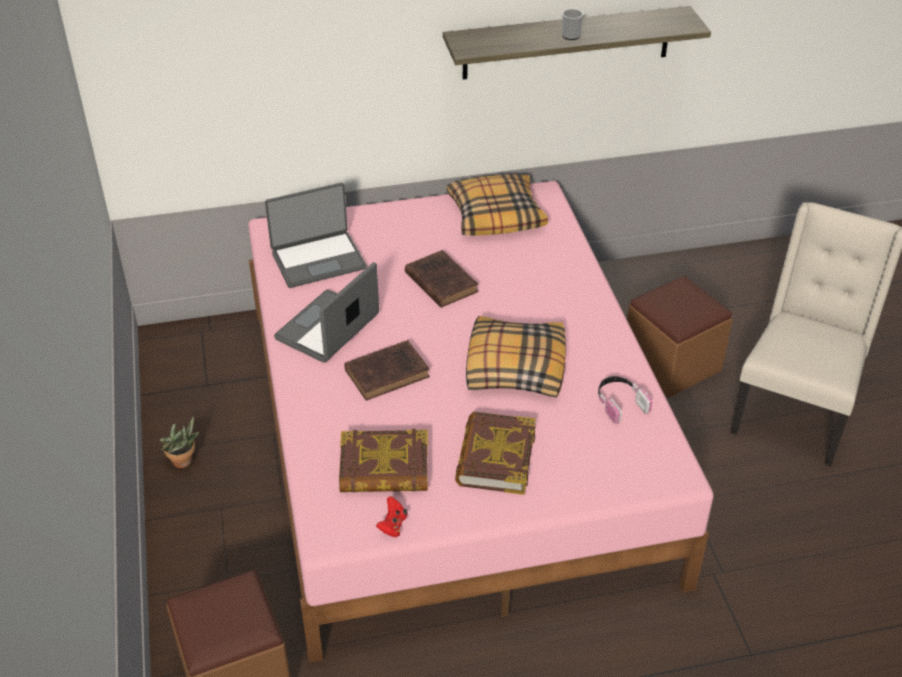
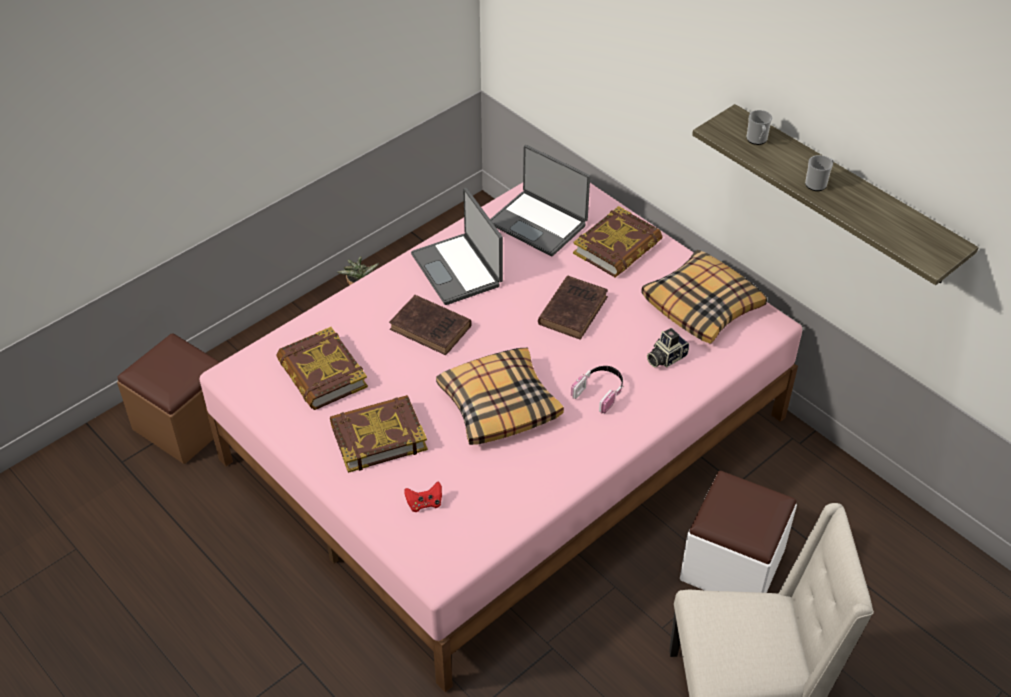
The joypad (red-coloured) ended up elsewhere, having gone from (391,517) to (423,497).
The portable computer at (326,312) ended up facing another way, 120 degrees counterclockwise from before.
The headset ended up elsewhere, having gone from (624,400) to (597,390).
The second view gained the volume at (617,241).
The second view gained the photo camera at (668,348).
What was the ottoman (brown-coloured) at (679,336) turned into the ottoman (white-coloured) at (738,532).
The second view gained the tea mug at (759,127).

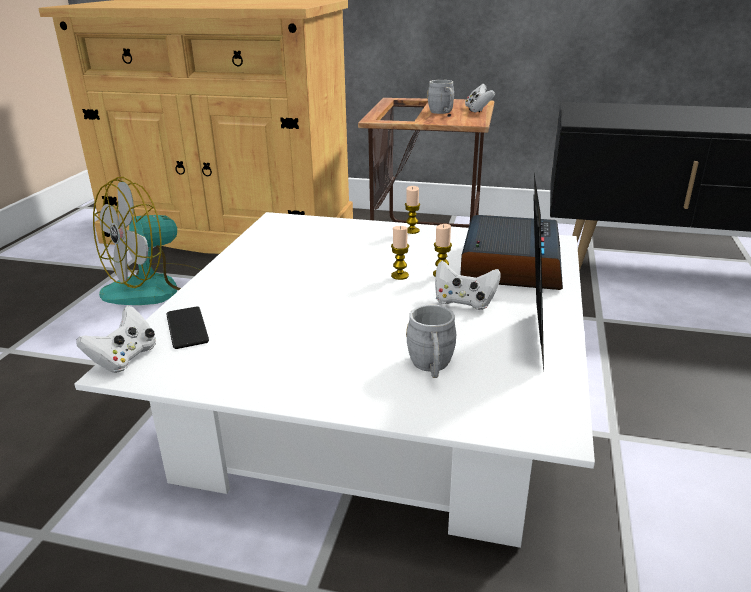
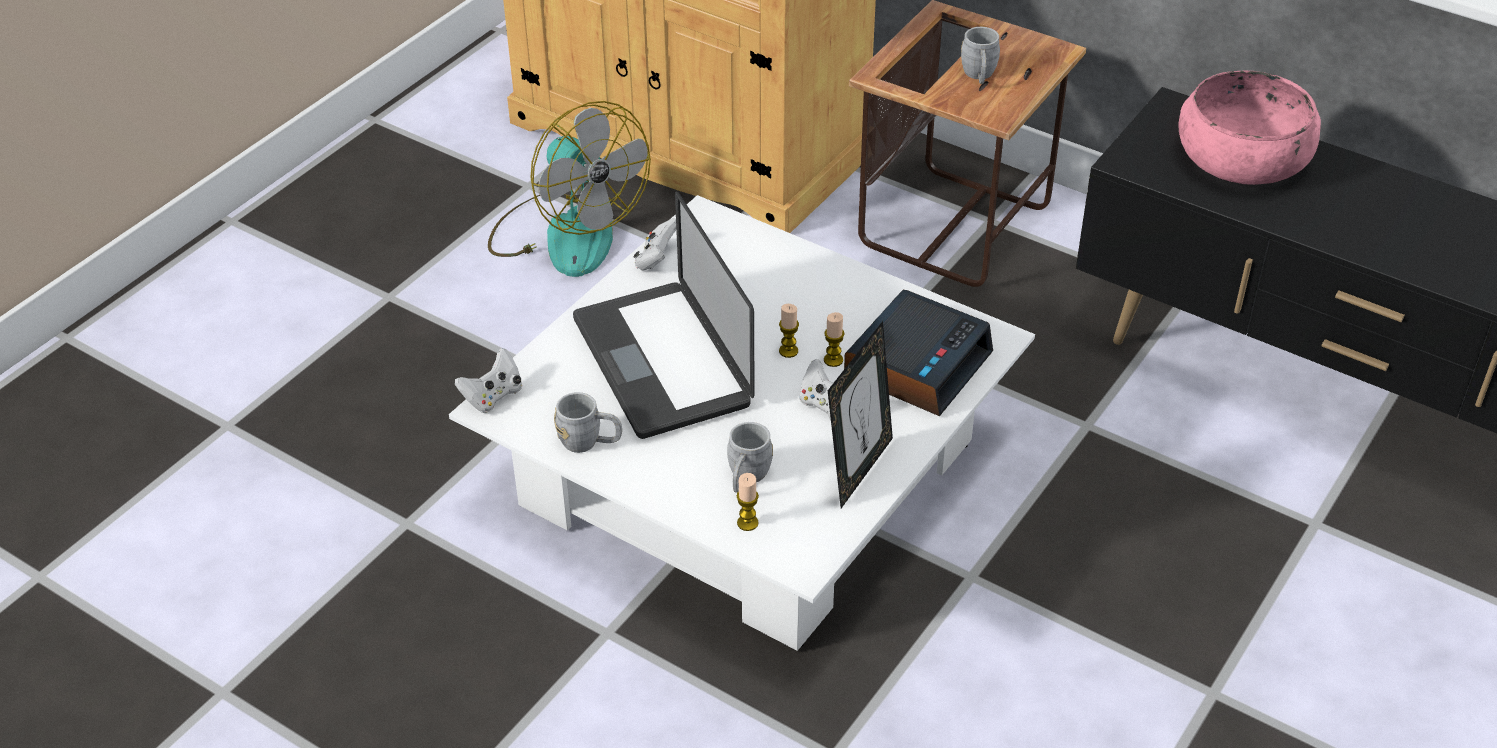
The electric fan at (147,241) ended up facing another way, 105 degrees counterclockwise from before.
The second view gained the tea mug (greyish) at (588,422).
The second view gained the portable computer at (664,315).
The joypad (white-coloured) ended up elsewhere, having gone from (480,98) to (655,244).
The wax light ended up elsewhere, having gone from (412,210) to (748,502).
The second view gained the bowl (pink) at (1250,128).
The second view lost the phone at (188,327).

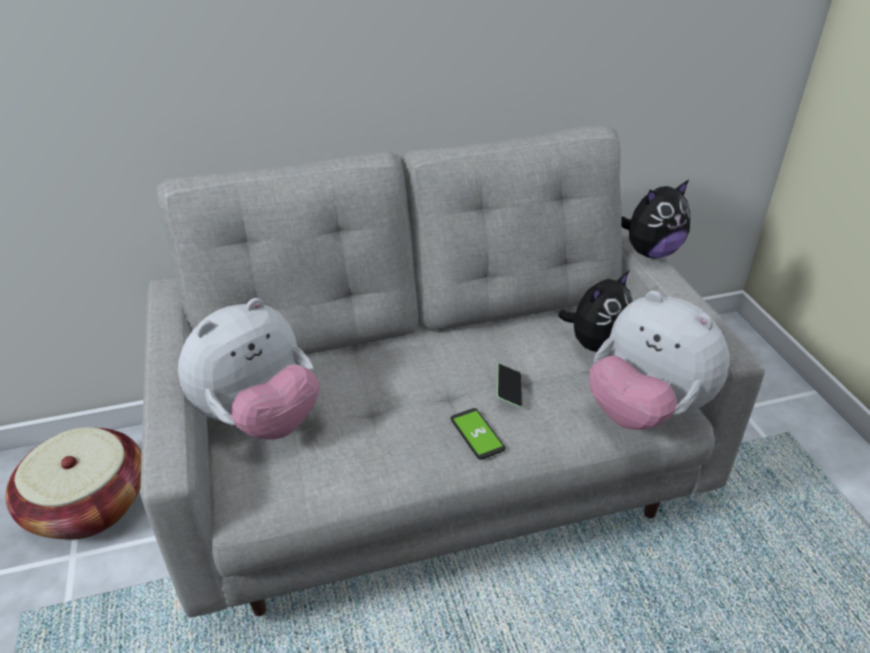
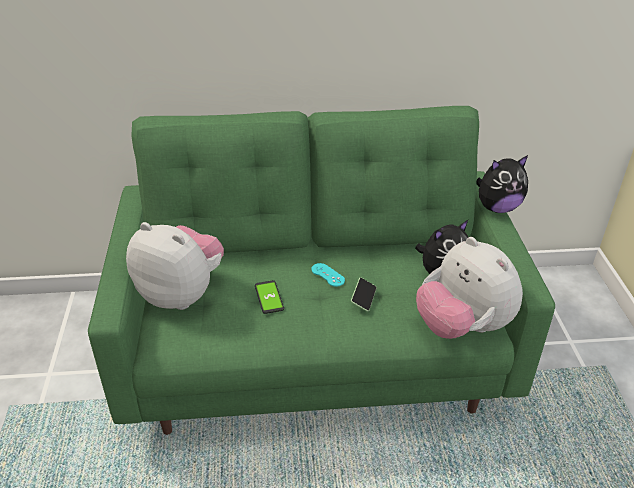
What was the couch (greyish) at (452,371) turned into the couch (green) at (321,270).
The plush toy at (248,369) ended up facing another way, 120 degrees counterclockwise from before.
The phone ended up elsewhere, having gone from (478,434) to (269,297).
The second view gained the joypad (turquoise) at (328,275).
The second view lost the storage basket at (73,483).

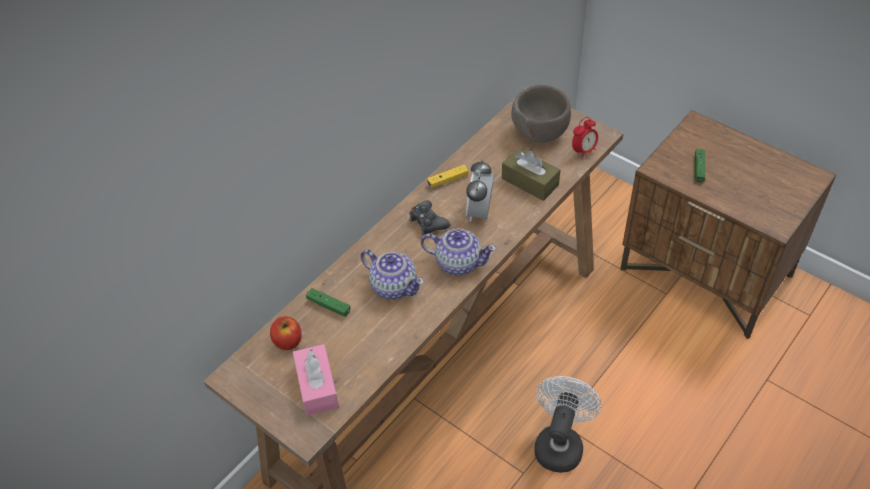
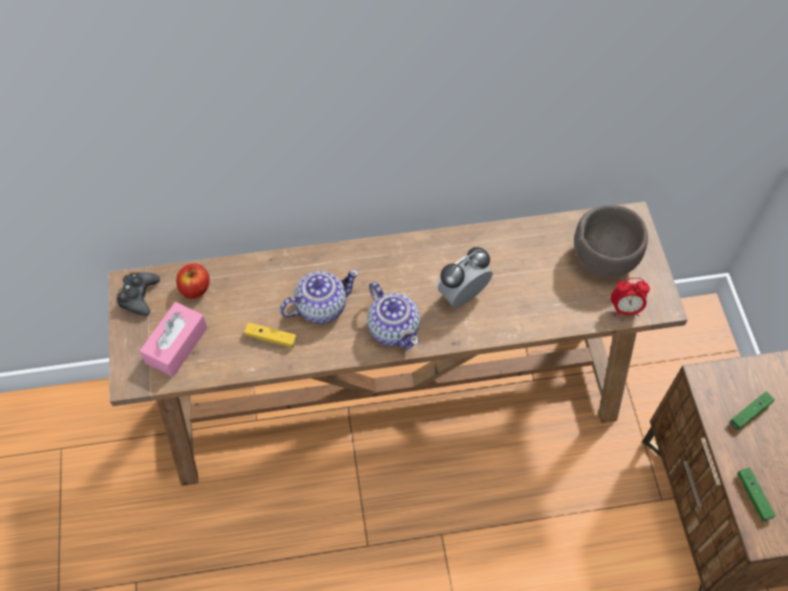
The joypad (black) ended up elsewhere, having gone from (430,217) to (138,294).
The joypad (yellow) ended up elsewhere, having gone from (448,176) to (270,335).
The tea pot at (392,274) ended up facing another way, 105 degrees counterclockwise from before.
The joypad (green) ended up elsewhere, having gone from (328,302) to (756,494).
The second view lost the tissue box (brown-coloured) at (531,174).
The second view lost the electric fan (white-coloured) at (567,424).

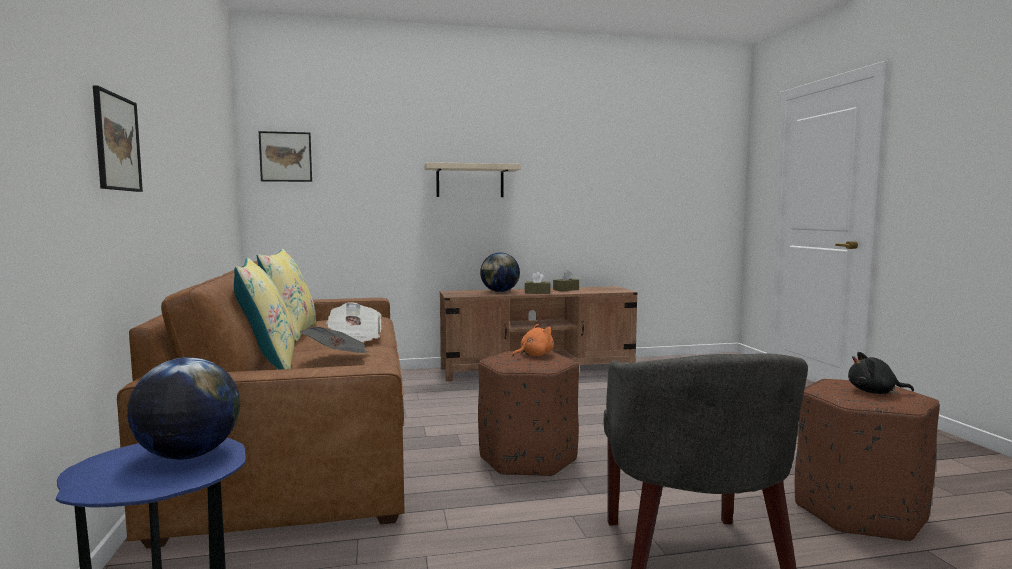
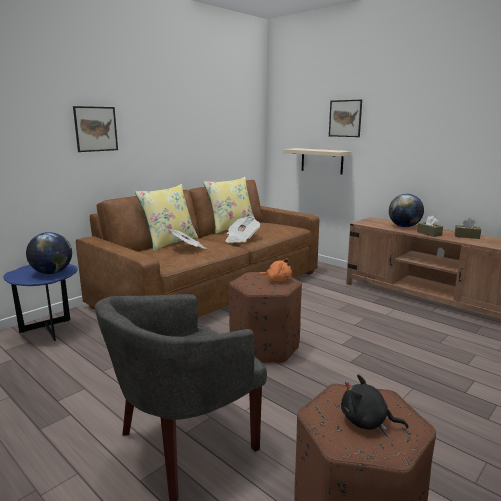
The wall shelf (beige) ended up elsewhere, having gone from (472,179) to (317,161).
The picture ended up elsewhere, having gone from (285,156) to (345,118).
The plush toy (black) at (881,373) ended up facing another way, 45 degrees counterclockwise from before.

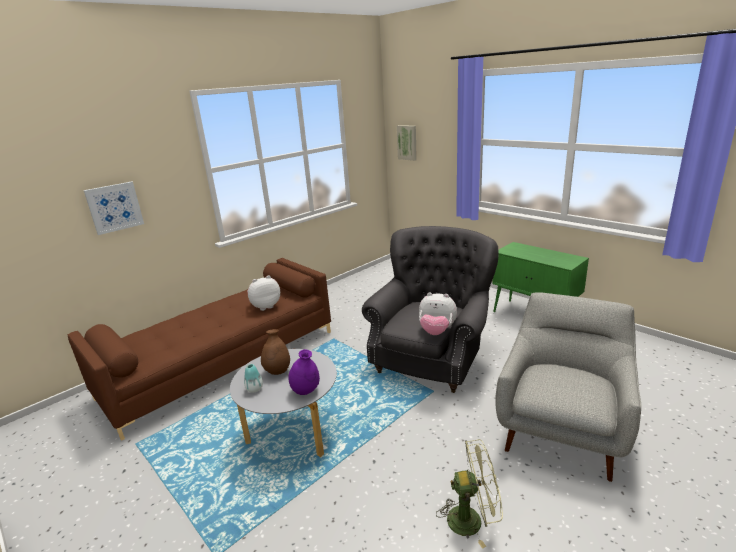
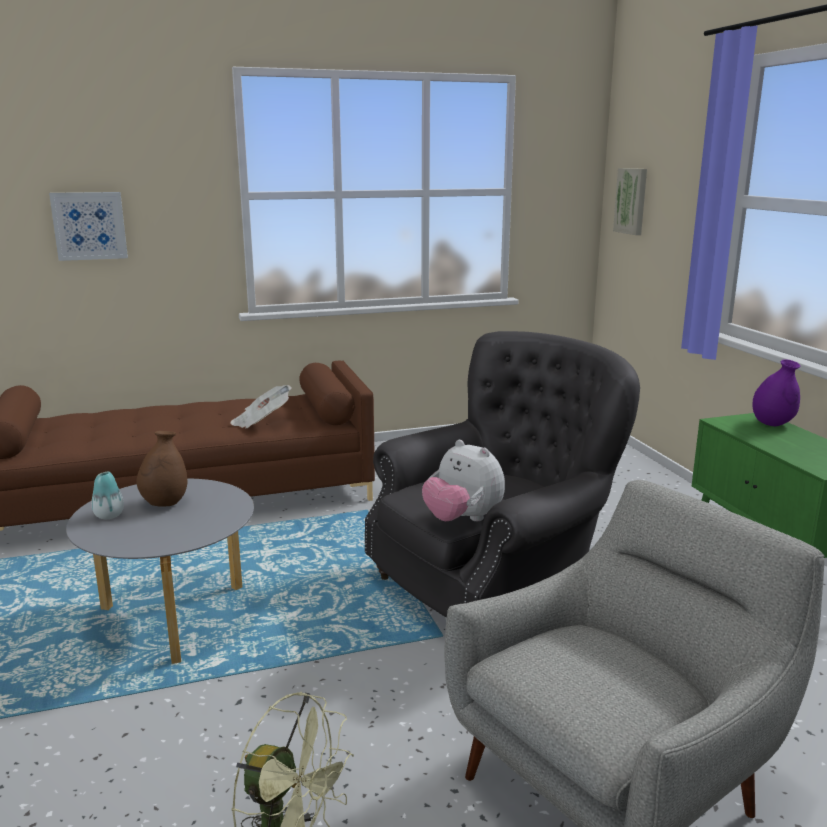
Where the plush toy stood at (263,293), the printed paper came to stand at (261,406).
The decorative vase (purple) ended up elsewhere, having gone from (304,372) to (776,392).

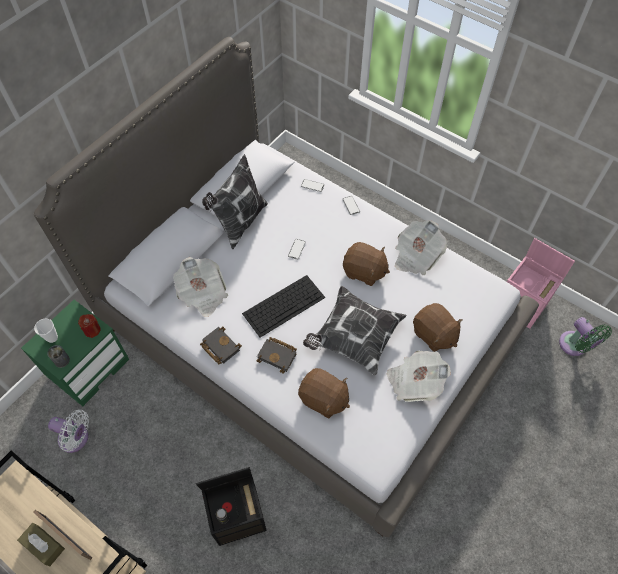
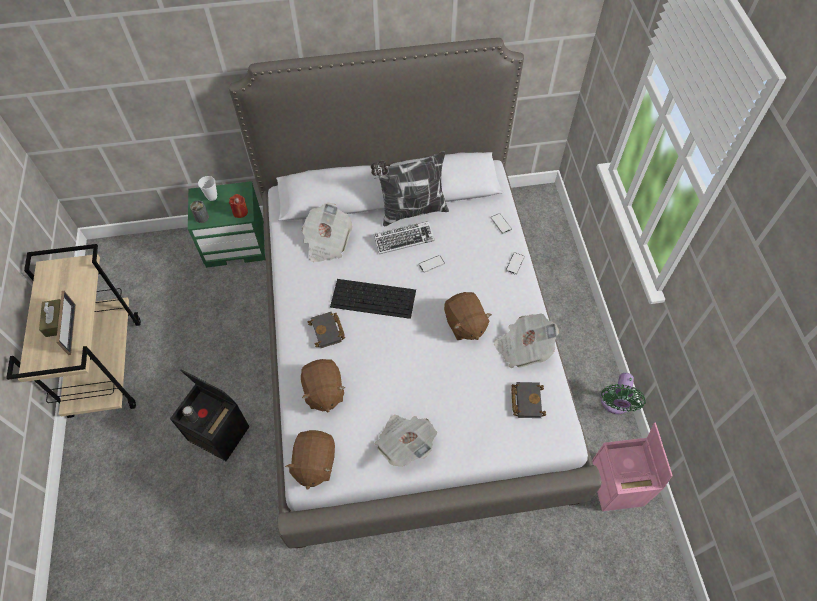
The plush toy (brown-coloured) ended up elsewhere, having gone from (438,327) to (310,460).
The second view gained the keyboard at (404,237).
The volume (black) ended up elsewhere, having gone from (221,345) to (528,400).
The electric fan (green) ended up elsewhere, having gone from (585,336) to (623,393).
The second view lost the electric fan (white-coloured) at (68,431).
The second view lost the throw pillow at (354,330).

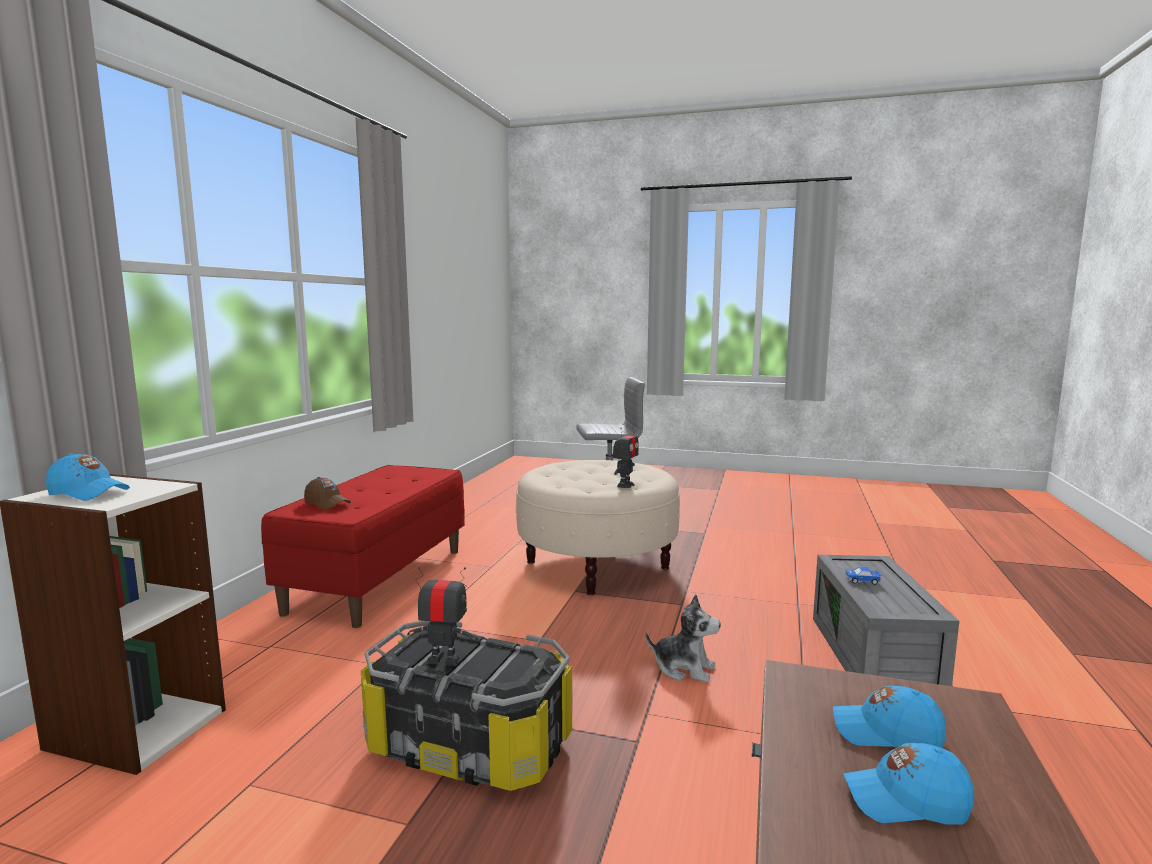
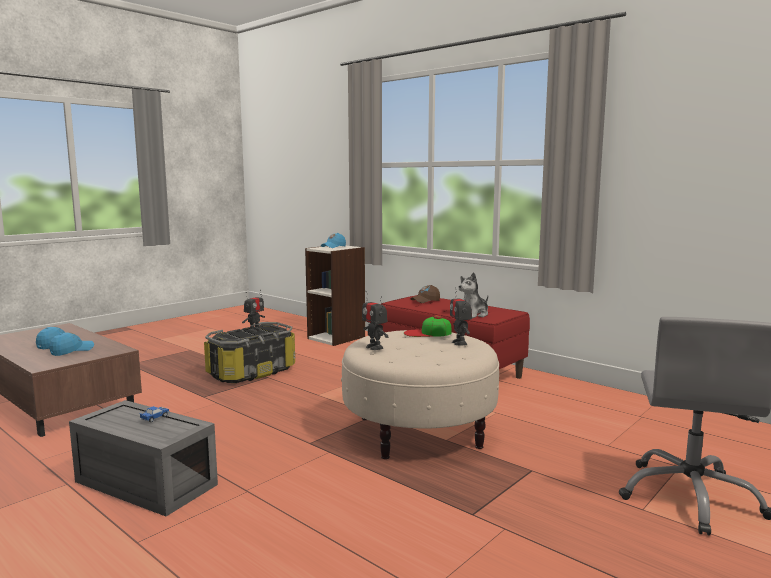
The second view gained the peaked cap at (428,326).
The second view gained the robot figure at (461,316).
The plush toy ended up elsewhere, having gone from (683,638) to (473,295).

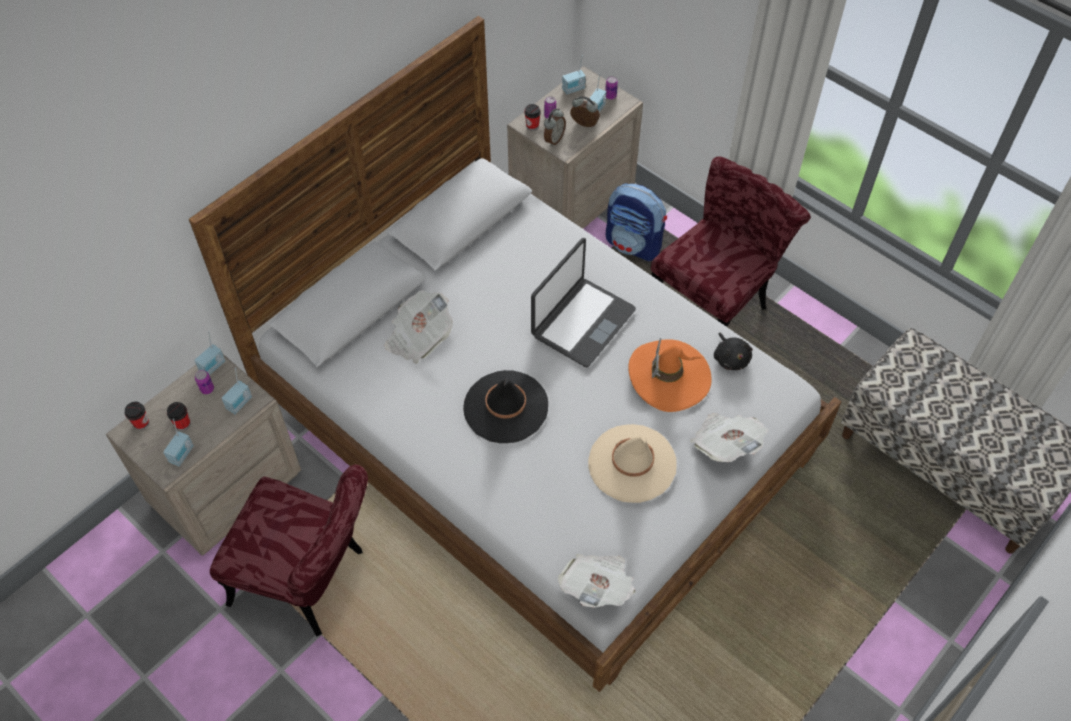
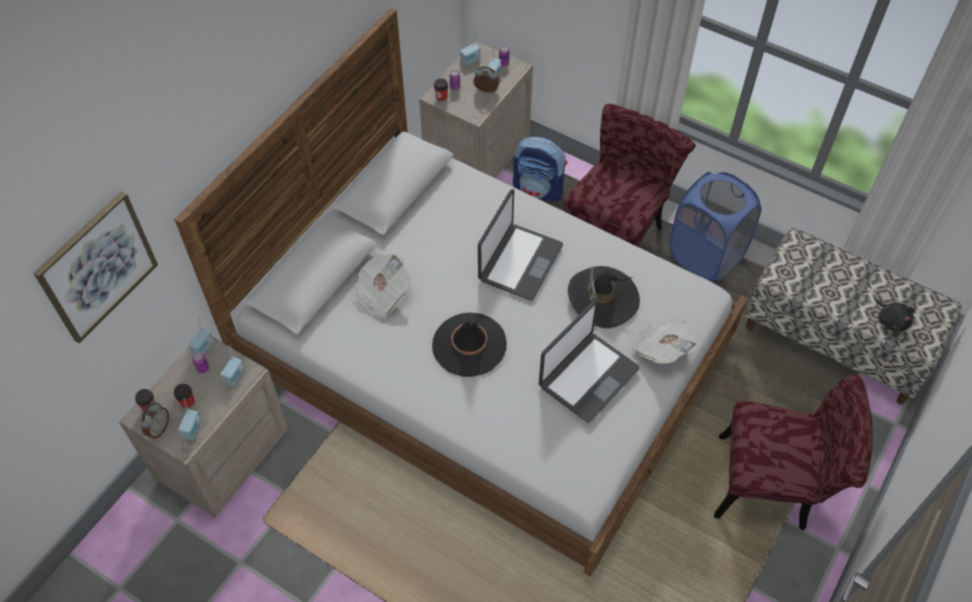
The second view gained the picture at (95,267).
The alarm clock ended up elsewhere, having gone from (555,128) to (154,420).
Where the clothing hat (beige) stood at (632,463), the portable computer came to stand at (589,361).
What was the clothing hat (orangey) at (670,375) turned into the clothing hat (black) at (604,297).
The second view gained the hamper (bluish) at (715,227).
The chair (red-coloured) ended up elsewhere, having gone from (289,550) to (793,453).
The plush toy (black) ended up elsewhere, having gone from (733,351) to (895,315).
The second view lost the printed paper at (596,580).

